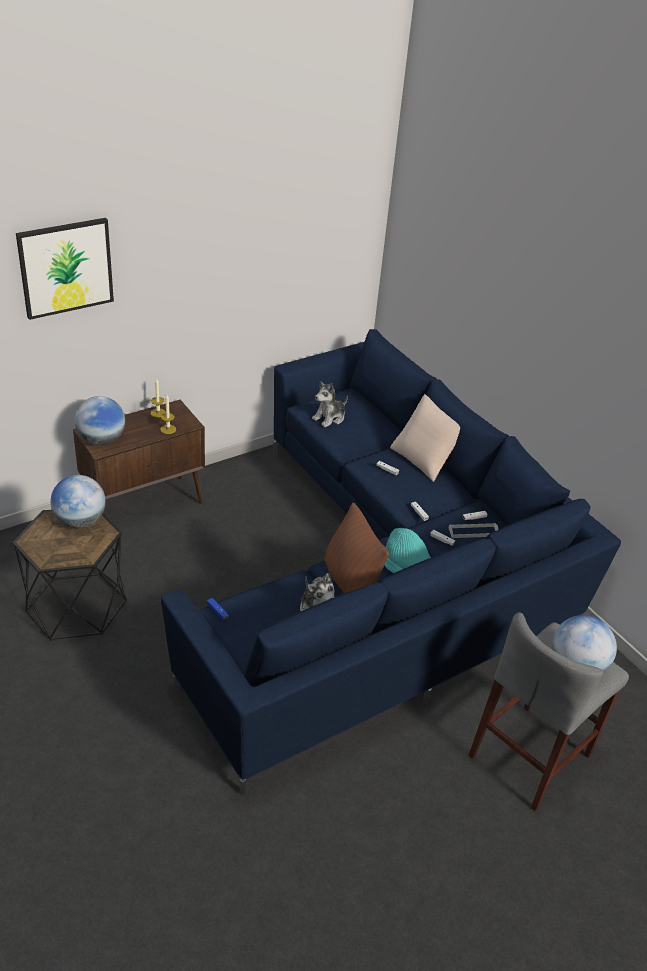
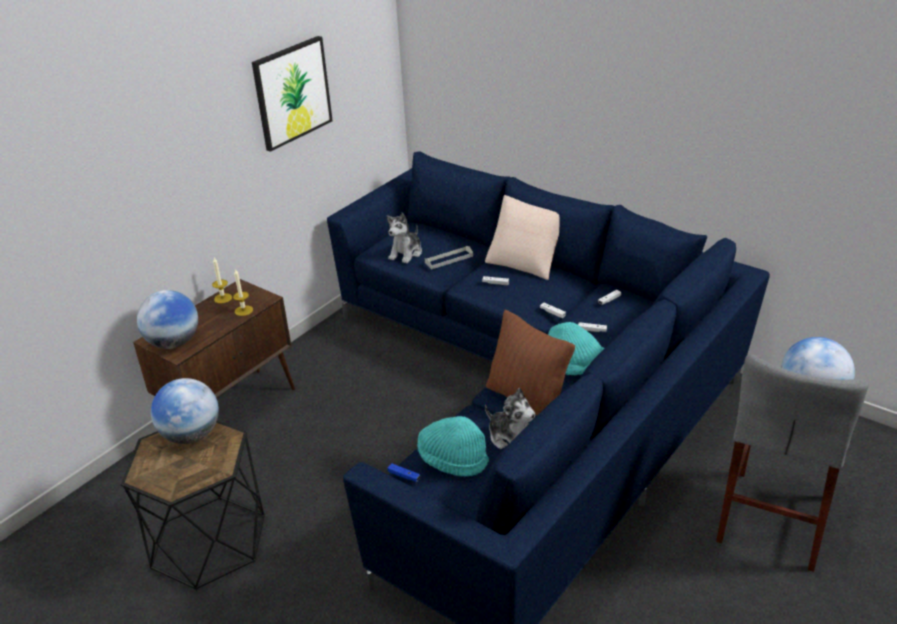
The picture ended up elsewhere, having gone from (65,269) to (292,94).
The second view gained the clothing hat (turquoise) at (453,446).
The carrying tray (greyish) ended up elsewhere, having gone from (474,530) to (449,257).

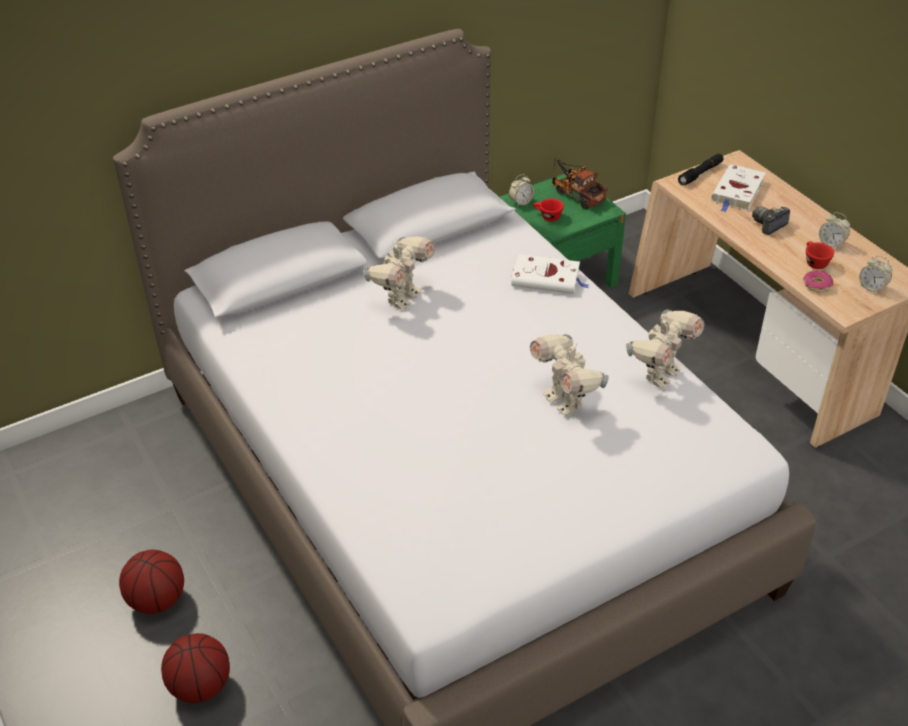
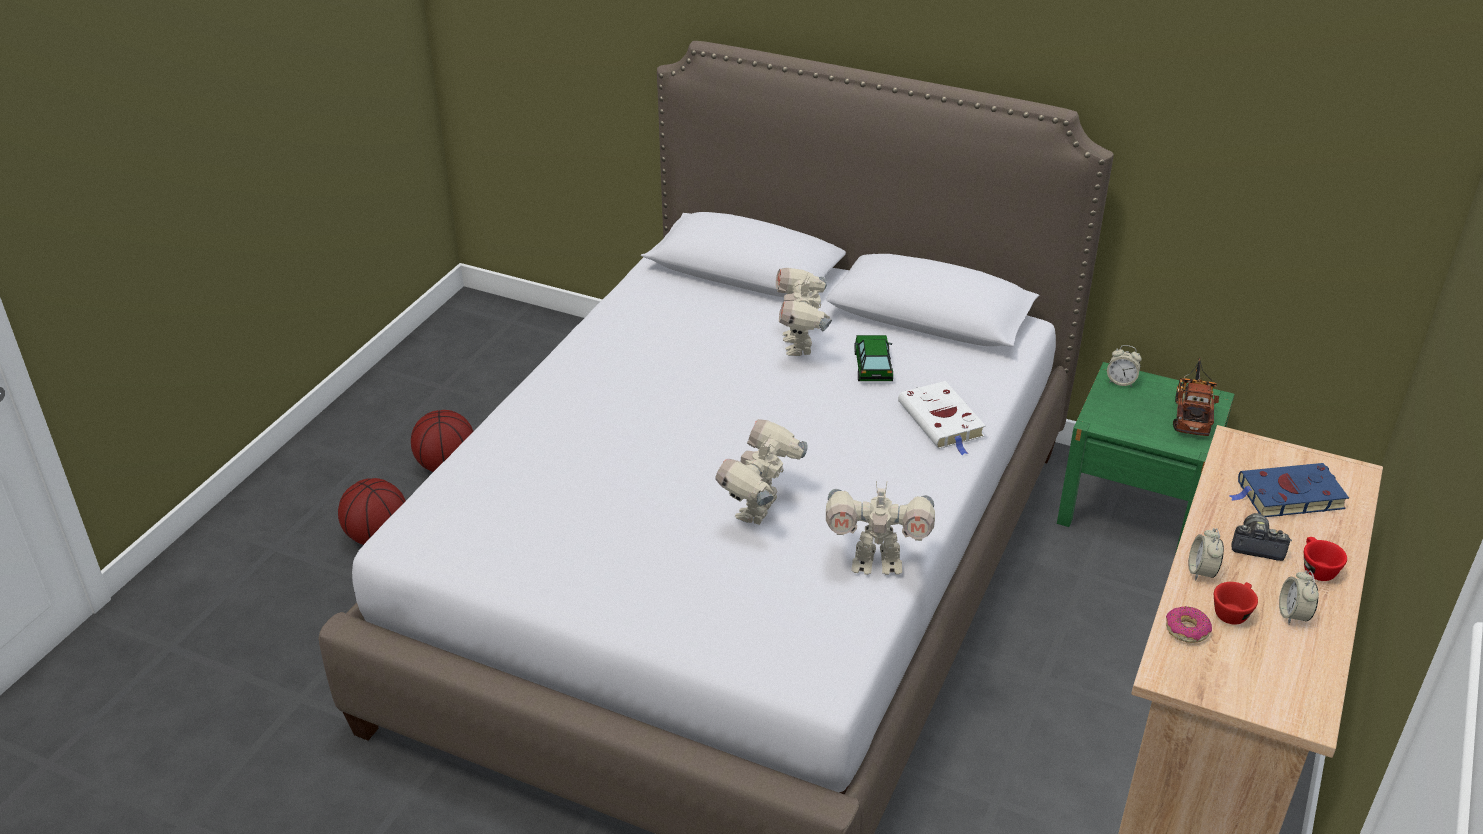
The robot figure at (399,273) ended up facing another way, 90 degrees clockwise from before.
The second view gained the miniature car at (873,358).
The alarm clock ended up elsewhere, having gone from (876,274) to (1206,554).
What was the volume (white-coloured) at (738,188) turned into the volume (bluish) at (1289,490).
The drinking cup (red-coloured) ended up elsewhere, having gone from (548,209) to (1325,559).
The second view lost the flashlight (black) at (701,170).

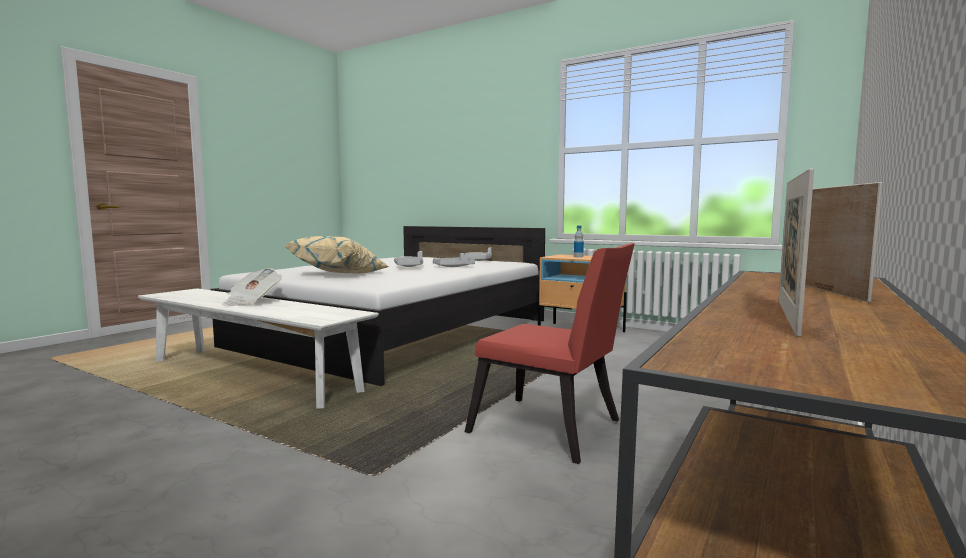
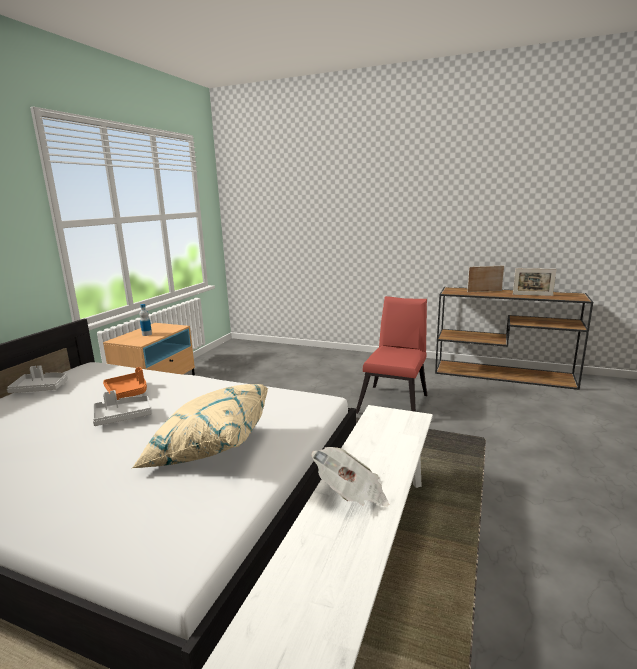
What was the carrying tray (greyish) at (454,260) turned into the carrying tray (orangey) at (125,383).

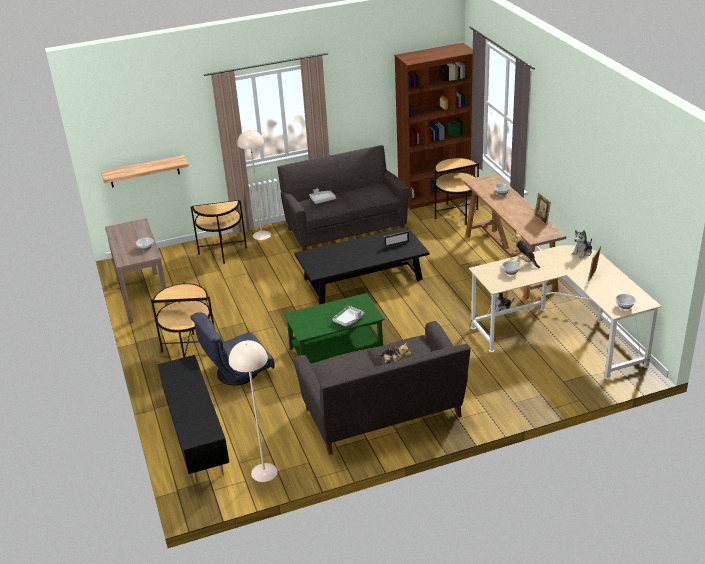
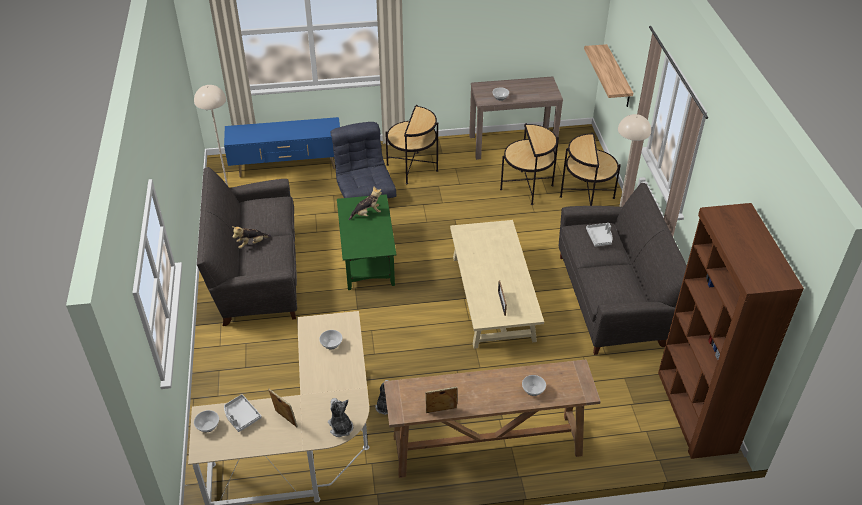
What was the tv unit (black) at (193,419) turned into the tv unit (bluish) at (282,147).
The carrying tray (greyish) ended up elsewhere, having gone from (349,316) to (243,413).
The plush toy ended up elsewhere, having gone from (525,249) to (365,203).
What was the low table (black) at (362,265) turned into the low table (beige) at (497,284).
The accent table ended up elsewhere, having gone from (456,191) to (529,164).

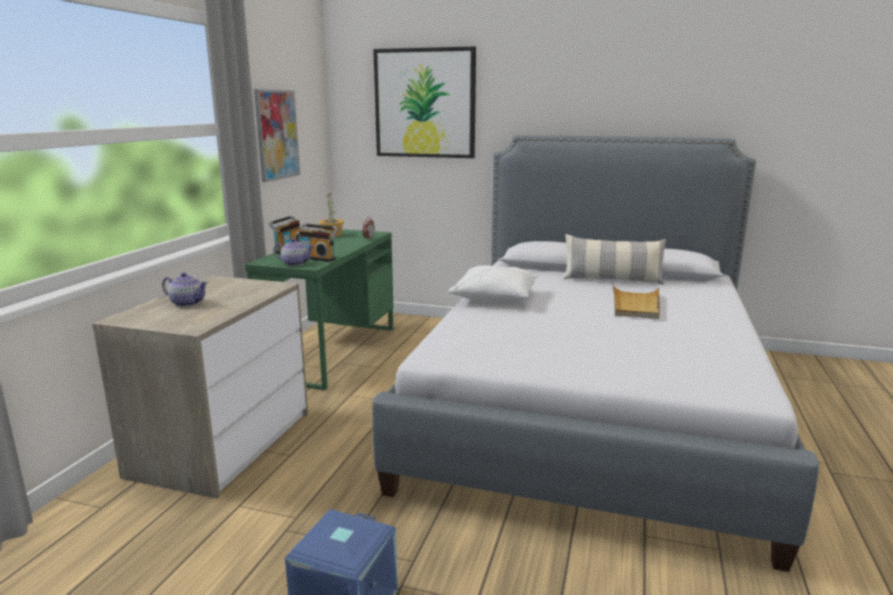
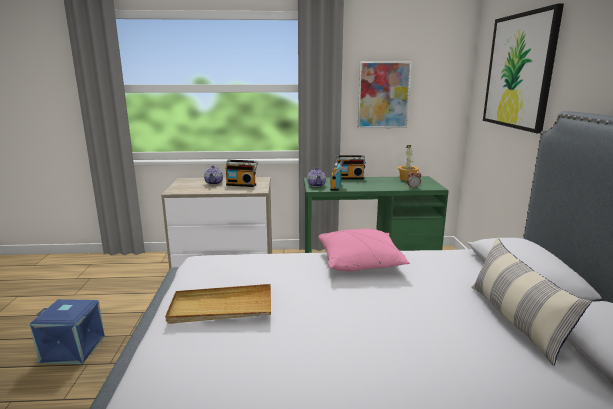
The carrying tray (beige) ended up elsewhere, having gone from (636,301) to (218,304).
The second view gained the radio receiver at (241,173).
What was the throw pillow (white-coloured) at (493,285) turned into the throw pillow (pink) at (364,250).

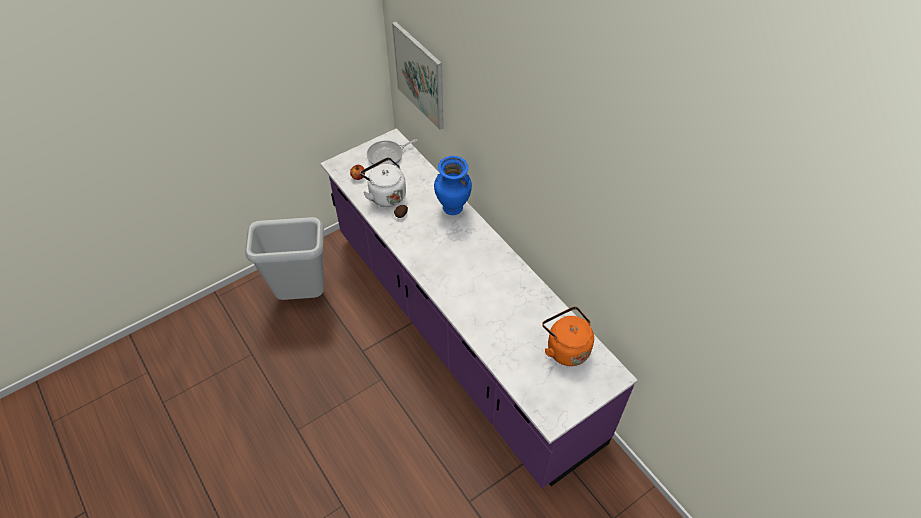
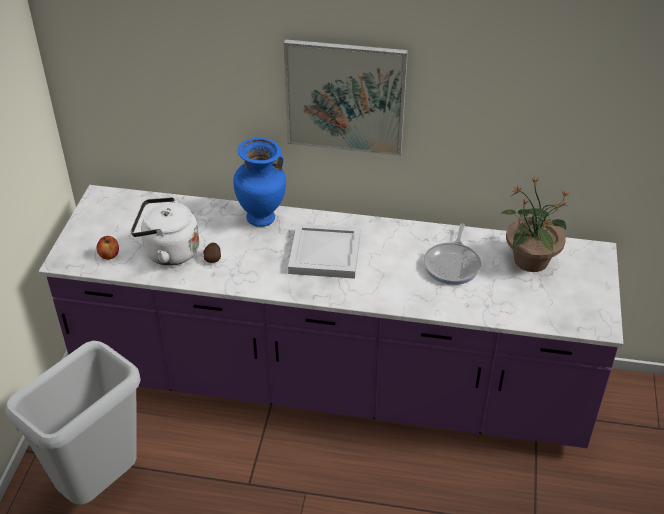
The picture ended up elsewhere, having gone from (418,75) to (346,97).
The second view gained the carrying tray (white-coloured) at (324,251).
The frying pan ended up elsewhere, having gone from (392,152) to (452,254).
Where the tea kettle (orangey) stood at (568,336), the plant in a pot came to stand at (535,224).

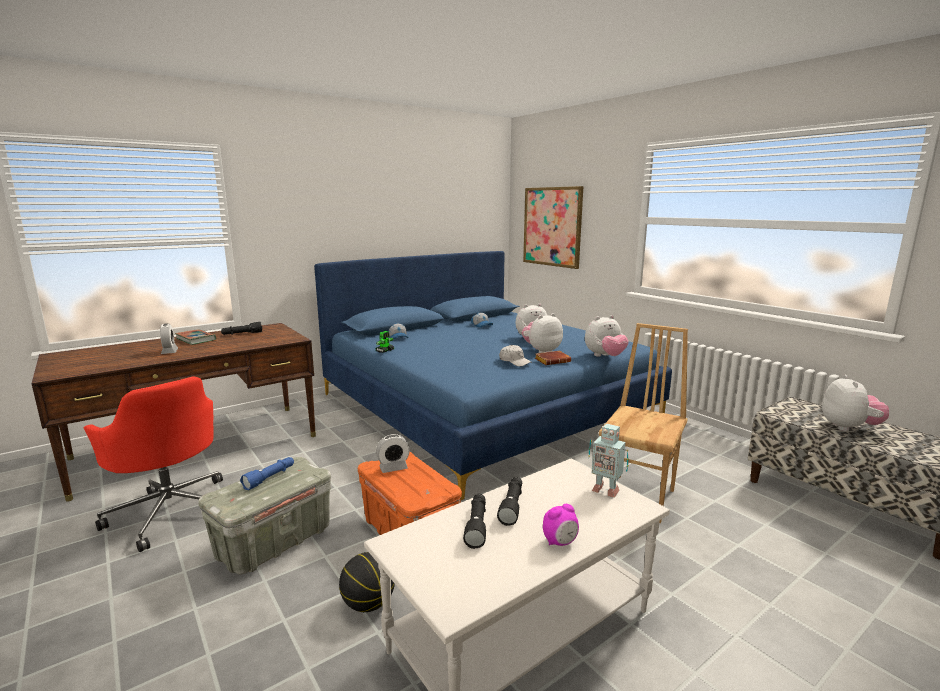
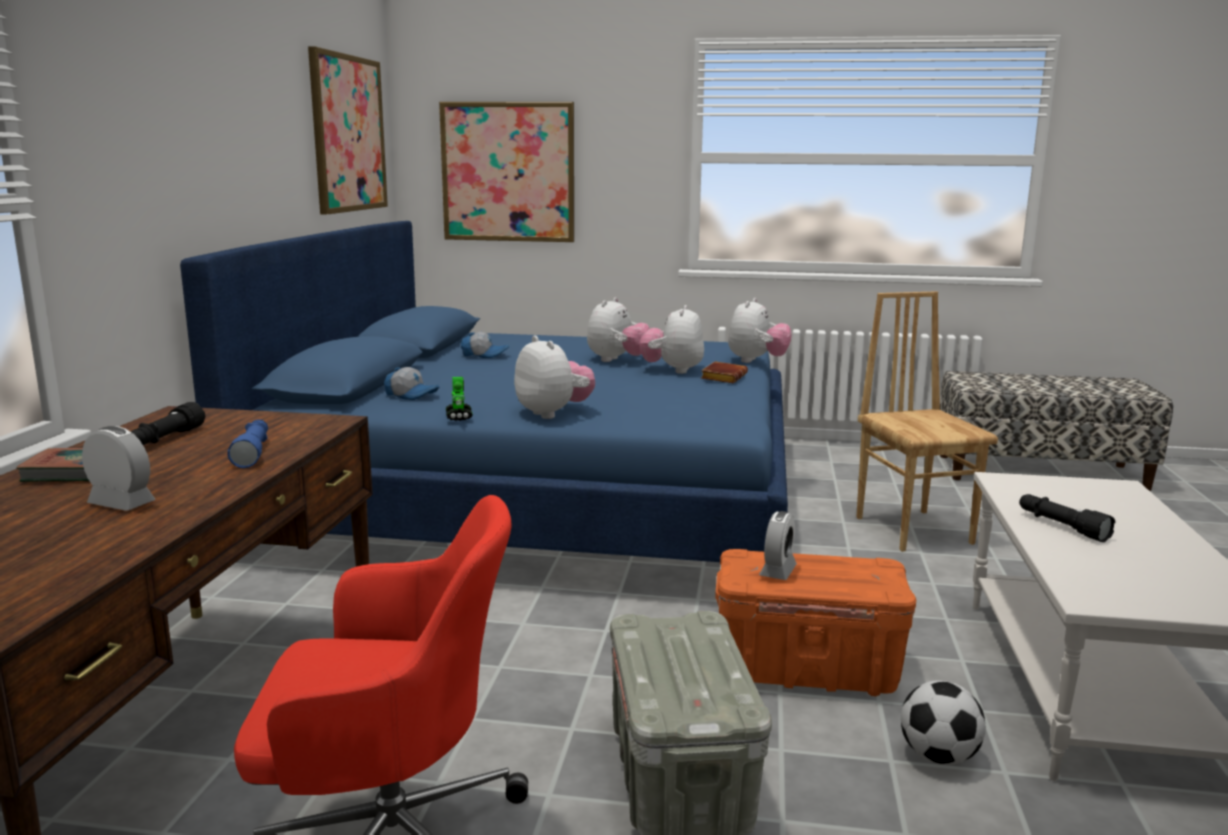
The flashlight (bluish) ended up elsewhere, having gone from (267,473) to (248,443).
The second view gained the picture at (348,130).
The plush toy ended up elsewhere, having gone from (855,403) to (554,377).
Where the basketball stood at (367,582), the football came to stand at (943,722).
The second view lost the flashlight (black) at (474,521).
The second view lost the peaked cap (white-coloured) at (515,356).
The second view lost the alarm clock at (561,525).
The second view lost the robot figure at (608,461).

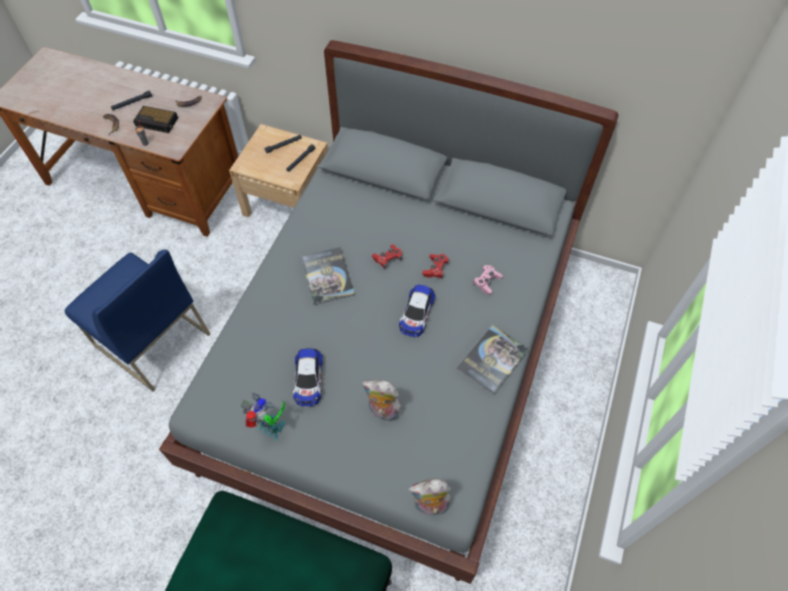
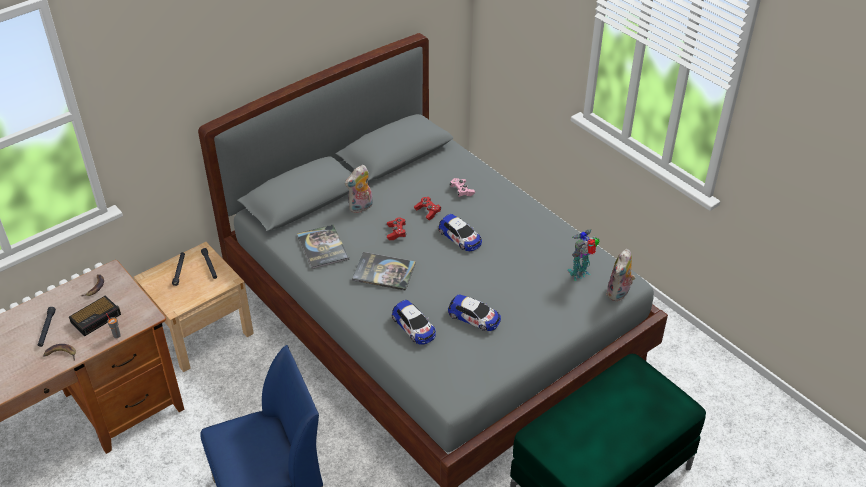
The volume ended up elsewhere, having gone from (493,359) to (323,247).
The plush toy ended up elsewhere, having gone from (382,400) to (359,189).
The second view gained the miniature car at (414,322).
The robot figure ended up elsewhere, having gone from (263,417) to (583,255).

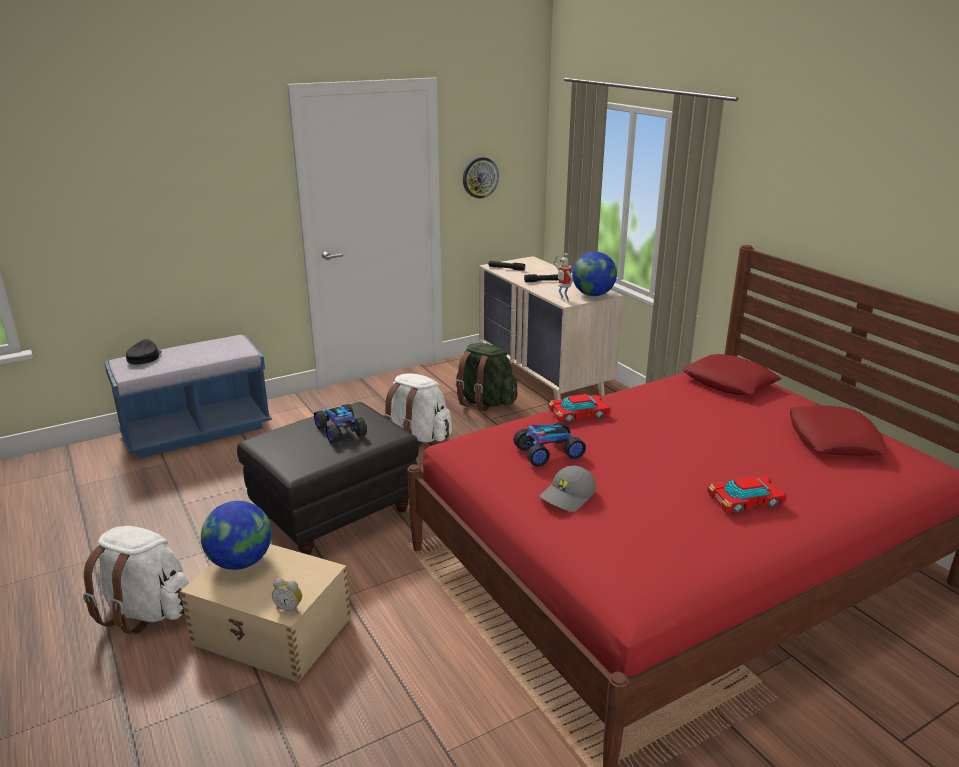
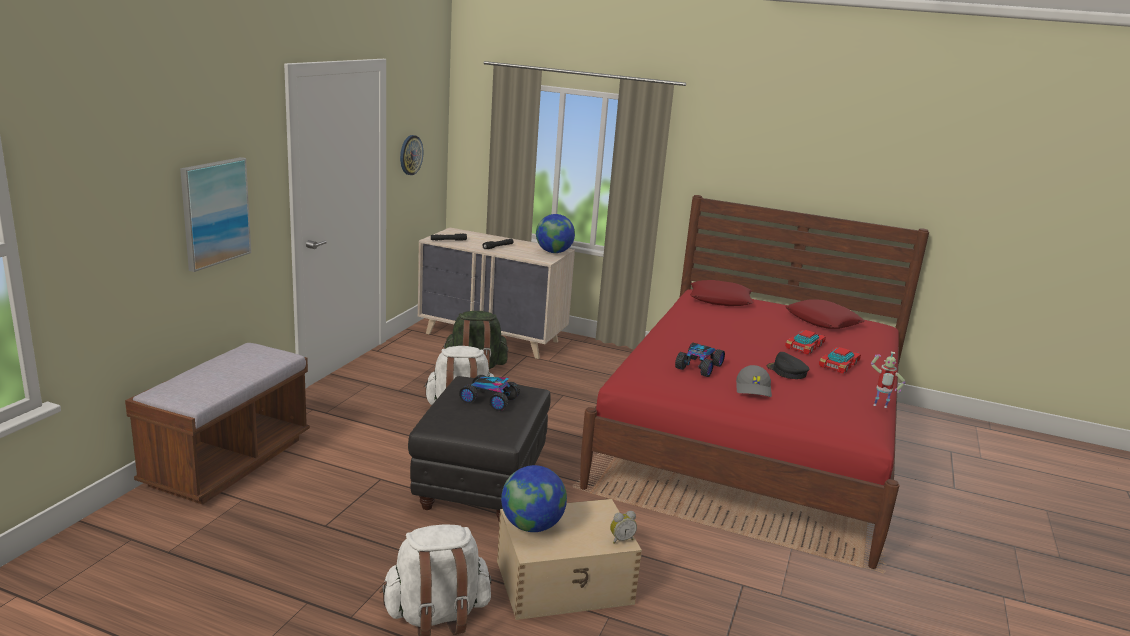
What was the indoor bench (bluish) at (188,396) turned into the indoor bench (brown-coloured) at (217,424).
The second view gained the picture at (215,214).
The peaked cap (black) ended up elsewhere, having gone from (144,351) to (788,365).
The miniature car ended up elsewhere, having gone from (579,408) to (805,342).
The robot figure ended up elsewhere, having gone from (563,277) to (888,380).

